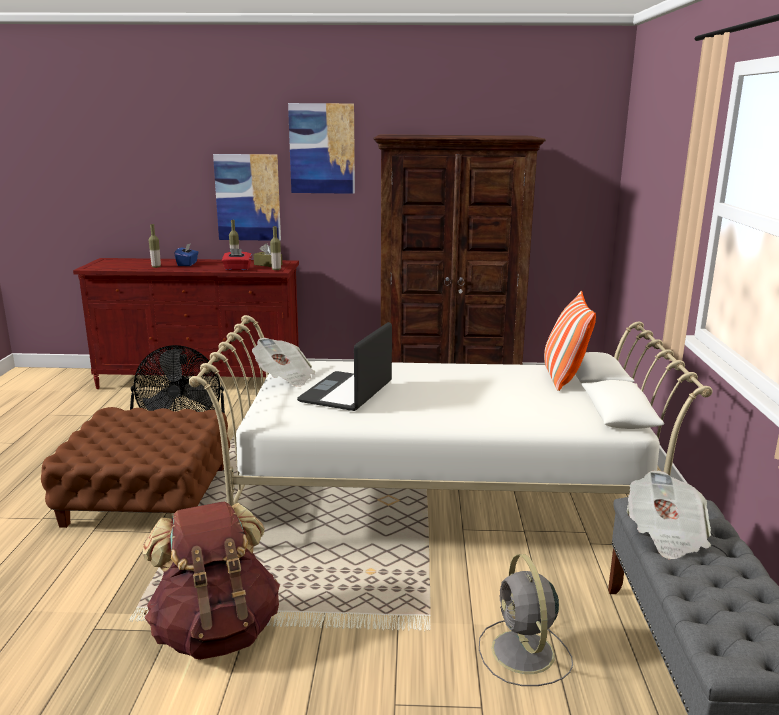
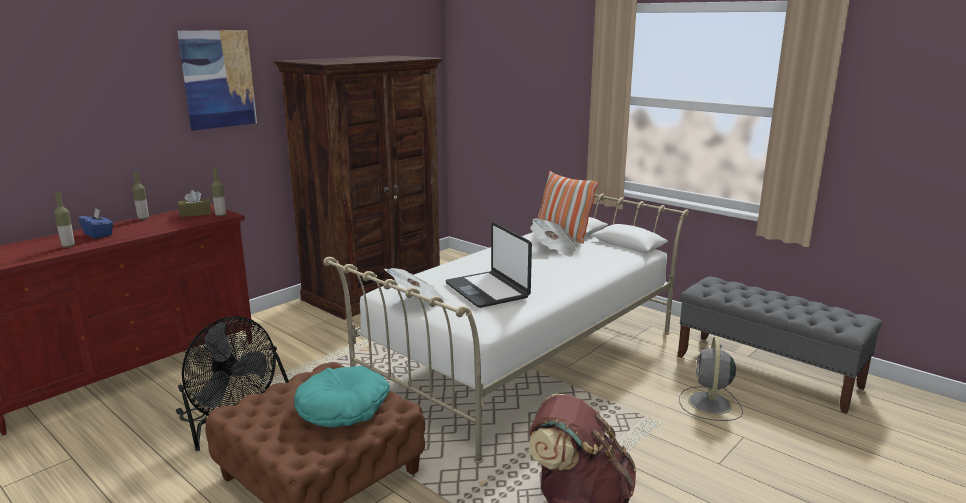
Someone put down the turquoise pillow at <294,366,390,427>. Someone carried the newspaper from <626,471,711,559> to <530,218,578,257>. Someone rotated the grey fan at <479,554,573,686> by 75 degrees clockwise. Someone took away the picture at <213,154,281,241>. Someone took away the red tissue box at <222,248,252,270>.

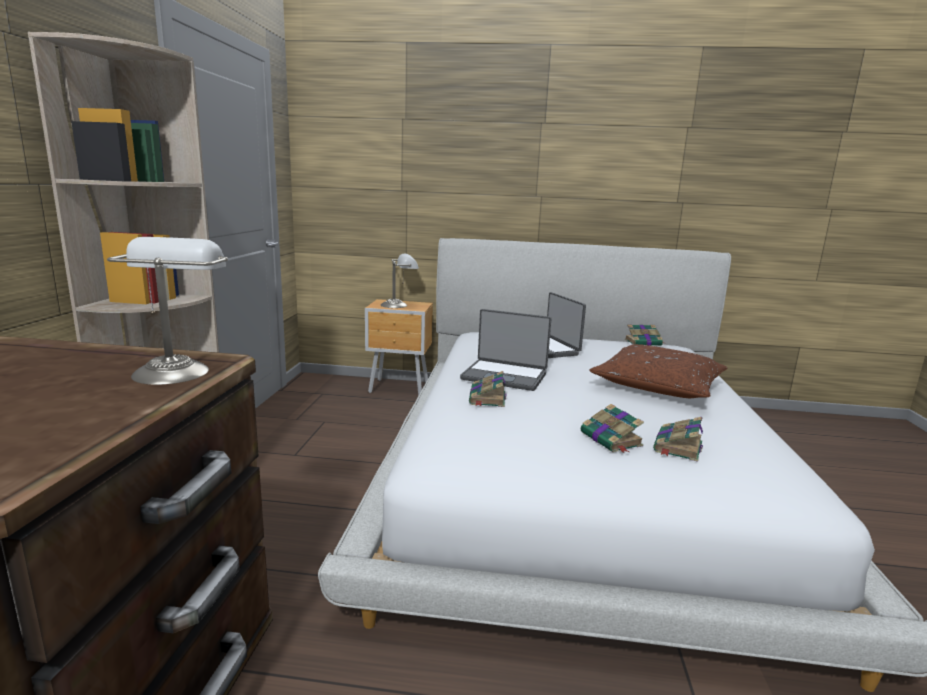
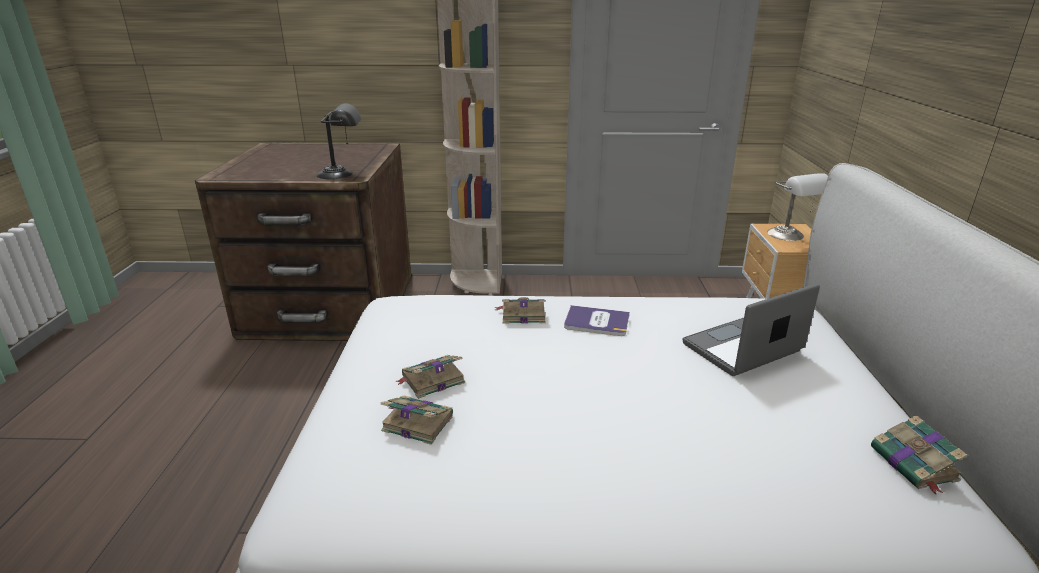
Someone repainted the white table lamp at <107,237,228,385>, which became the black table lamp at <316,103,361,179>. Someone swapped the laptop at <460,309,551,391> for the book at <564,305,630,336>. Someone took away the brown pillow at <589,344,728,398>.

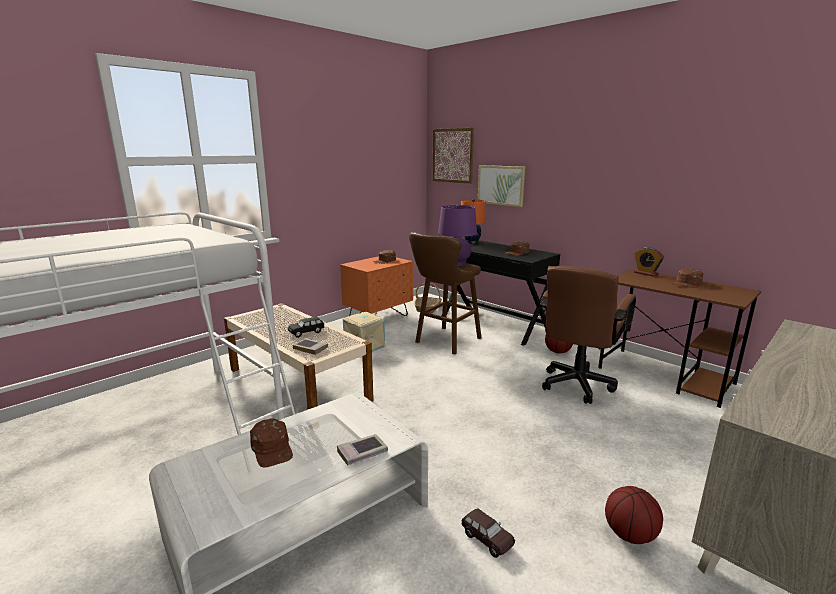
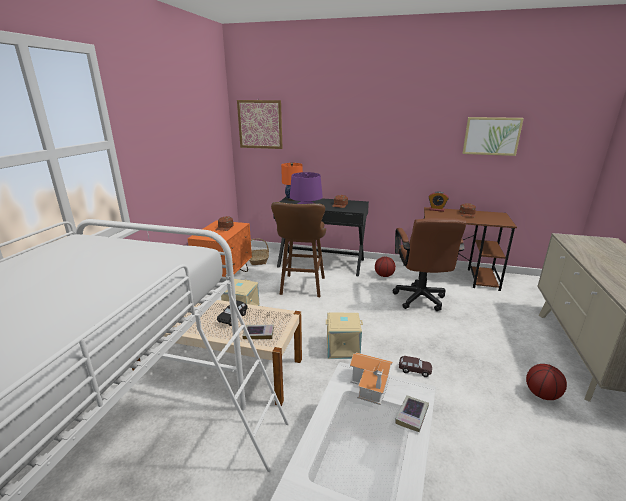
Someone put down the beige storage box at <326,313,363,359>. Someone put down the toy house at <350,352,393,405>. Someone carried the brown toy car from <462,508,515,558> to <399,356,432,377>. Someone carried the picture from <478,165,525,207> to <462,117,524,156>. Someone took away the brown cap at <250,418,293,468>.

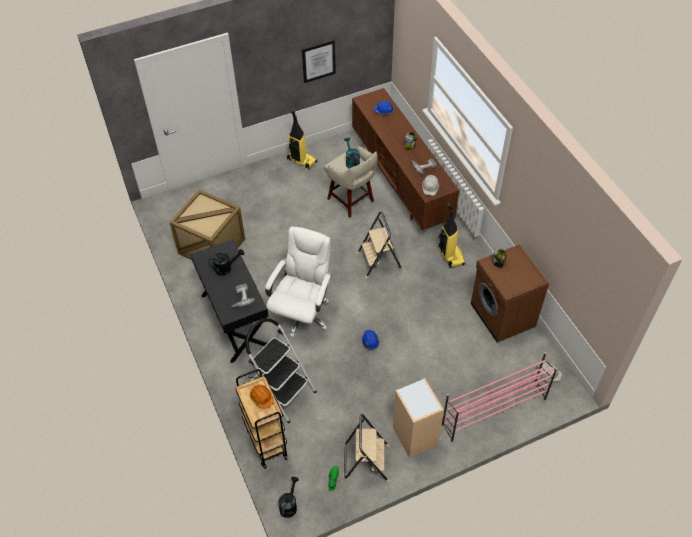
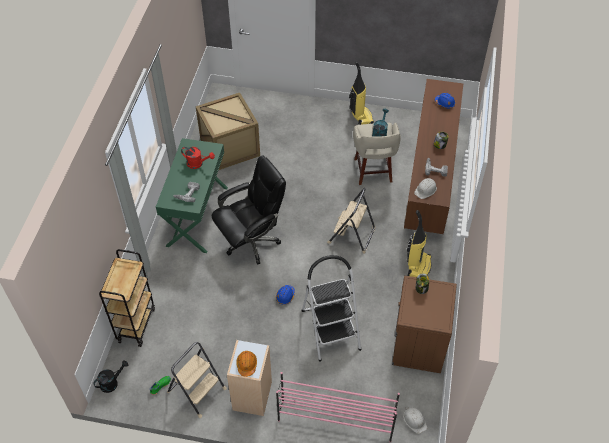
Someone repainted the black desk at <191,239,269,363>, which became the green desk at <156,138,228,253>. Someone repainted the black watering can at <208,249,244,276>, which became the red watering can at <181,147,215,169>. Someone repainted the white office chair at <265,226,331,337>, which became the black office chair at <212,156,286,264>. Someone carried the orange hard hat from <250,385,274,409> to <236,351,257,377>. Someone carried the step ladder from <244,318,317,423> to <302,255,361,362>. Someone took away the picture at <302,40,336,83>.

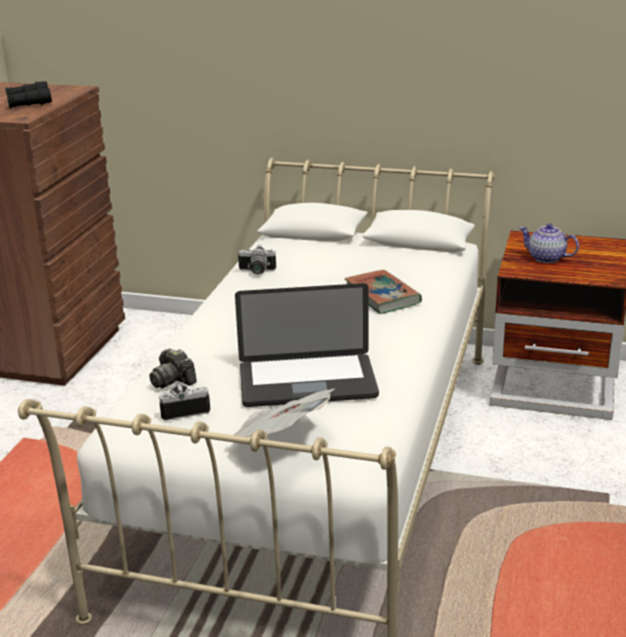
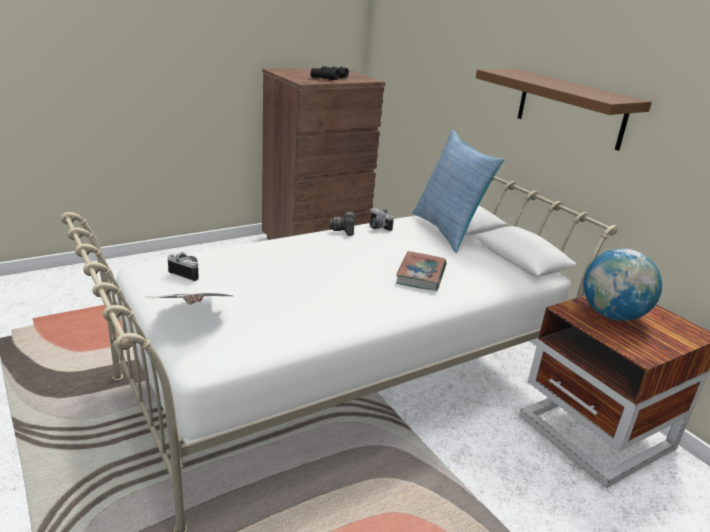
Someone carried the photo camera from <149,348,197,389> to <330,212,355,236>. Someone put down the pillow at <413,130,504,253>. Someone put up the brown shelf at <476,69,652,151>. Someone swapped the teapot at <519,224,579,263> for the globe at <583,249,662,321>. Someone took away the laptop at <235,283,379,407>.

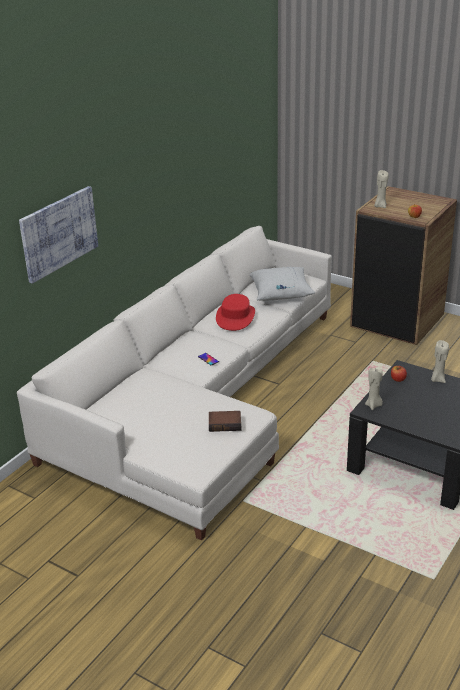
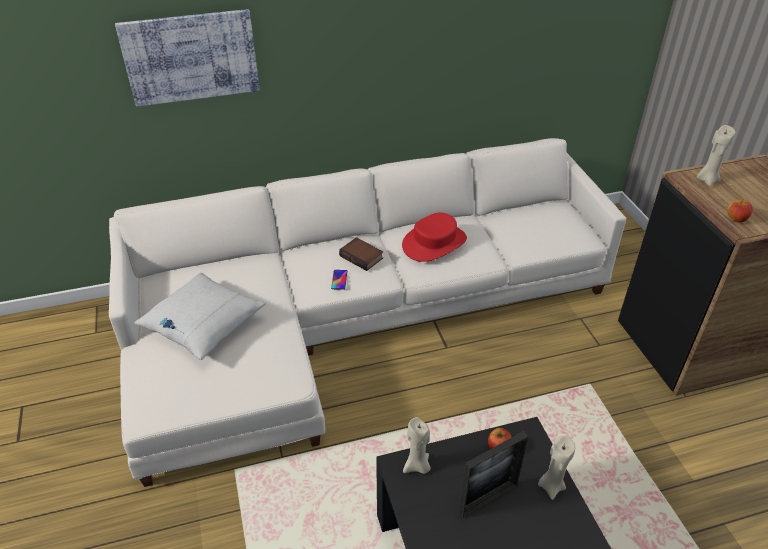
Someone carried the grey pillow from <250,267,315,301> to <134,273,266,360>. Someone carried the book from <209,411,241,432> to <339,237,383,271>. Someone put down the picture frame at <459,431,528,518>.

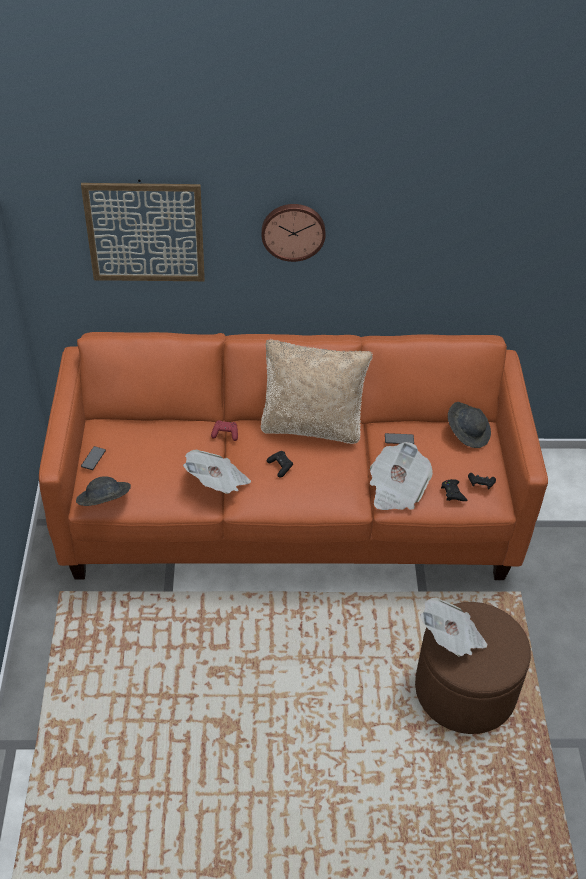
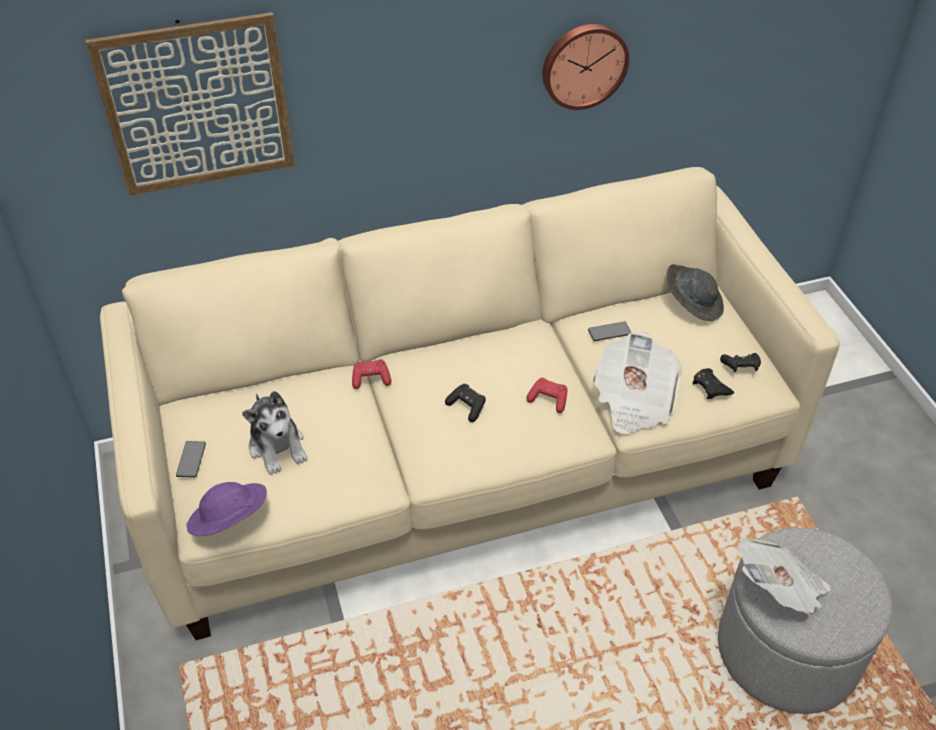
Someone repainted the orange sofa at <39,332,548,580>, which became the beige sofa at <100,167,840,640>. Someone repainted the grey hat at <76,476,131,506>, which became the purple hat at <186,482,267,536>. Someone put down the plush toy at <242,391,308,475>. Someone put down the red game controller at <526,378,567,413>. Someone carried the wall clock from <261,204,326,262> to <542,24,629,110>. Someone repainted the brown ottoman at <415,602,531,734>, which became the grey ottoman at <718,527,892,714>. Someone took away the newspaper at <183,450,251,494>. Someone took away the beige pillow at <261,339,373,444>.

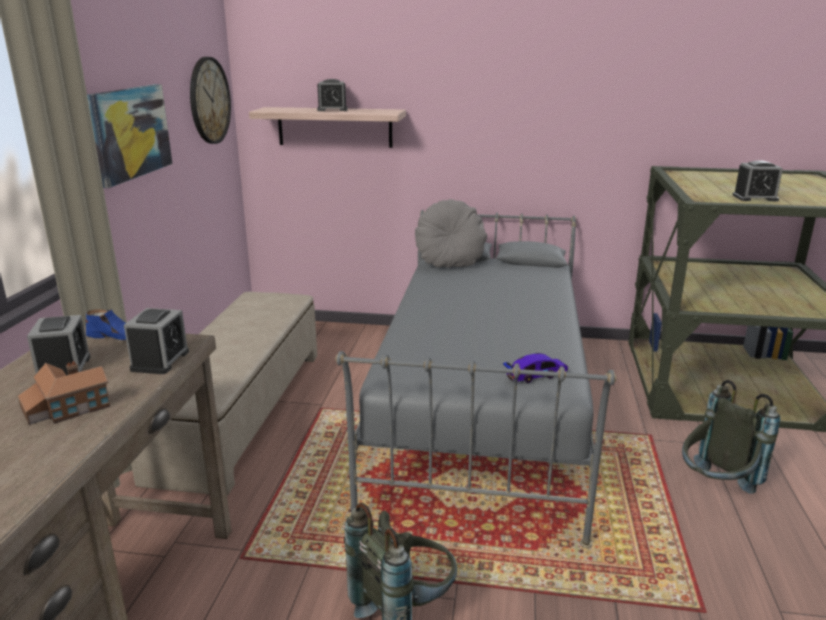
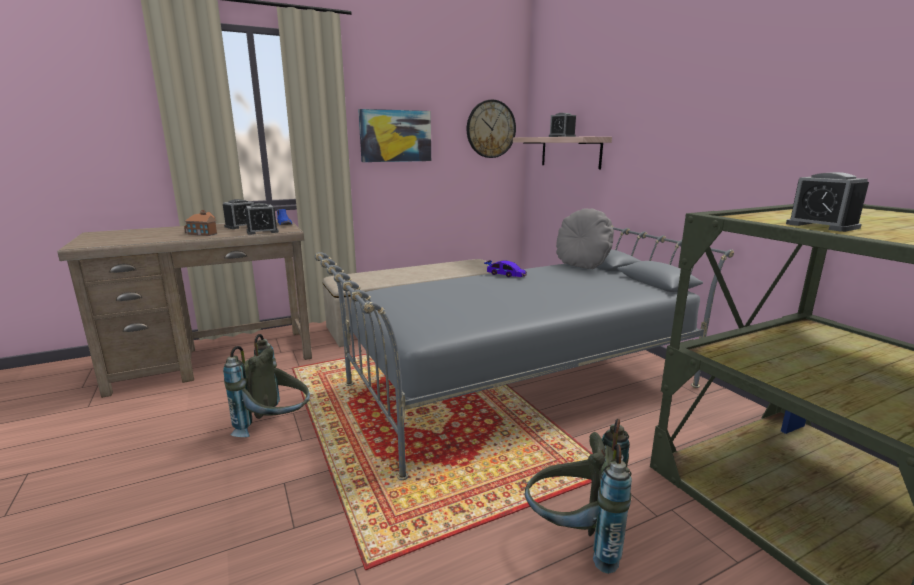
Someone carried the toy car from <503,353,568,383> to <484,260,527,277>.

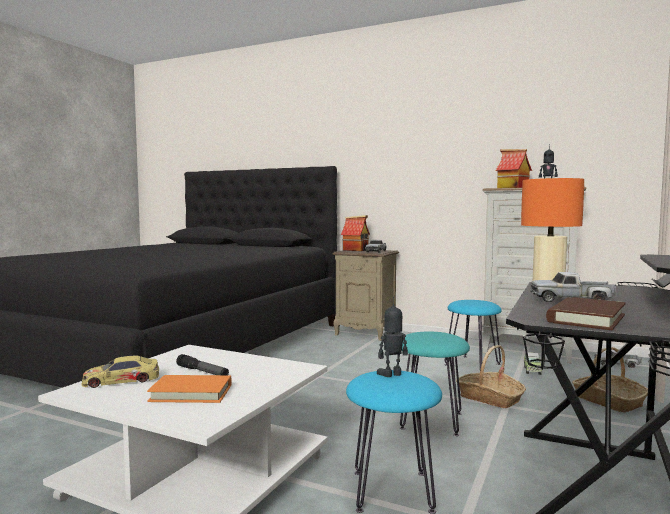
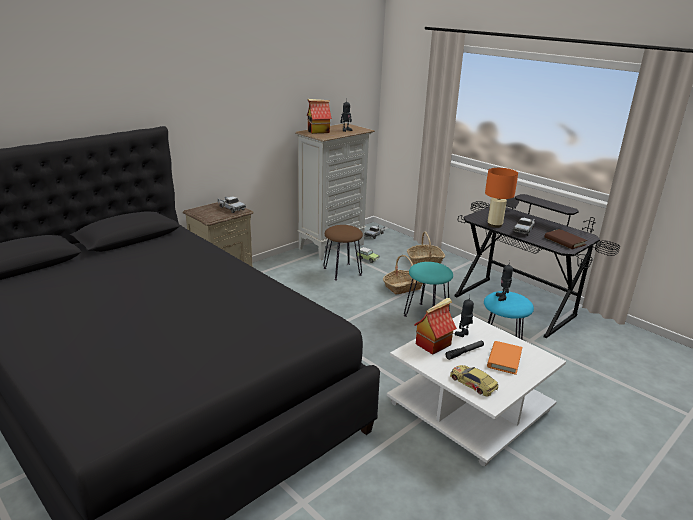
Someone repainted the turquoise stool at <445,300,502,370>, which became the brown stool at <323,225,363,280>. Someone carried the toy house from <341,215,370,251> to <414,298,457,355>. Someone rotated the toy car at <81,355,159,388> by 135 degrees clockwise. Someone put down the toy robot at <455,296,474,337>.

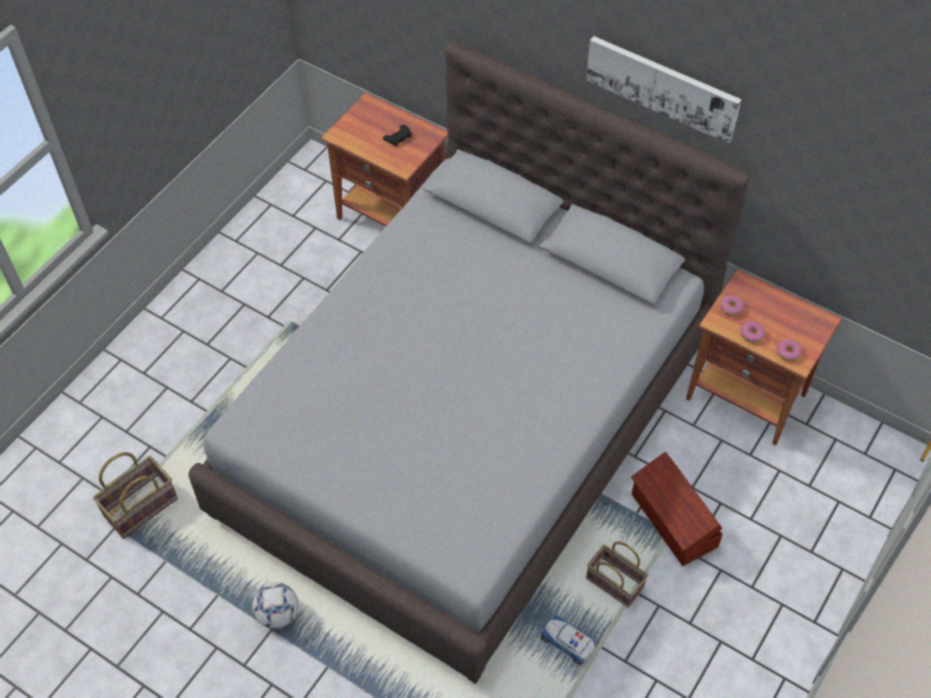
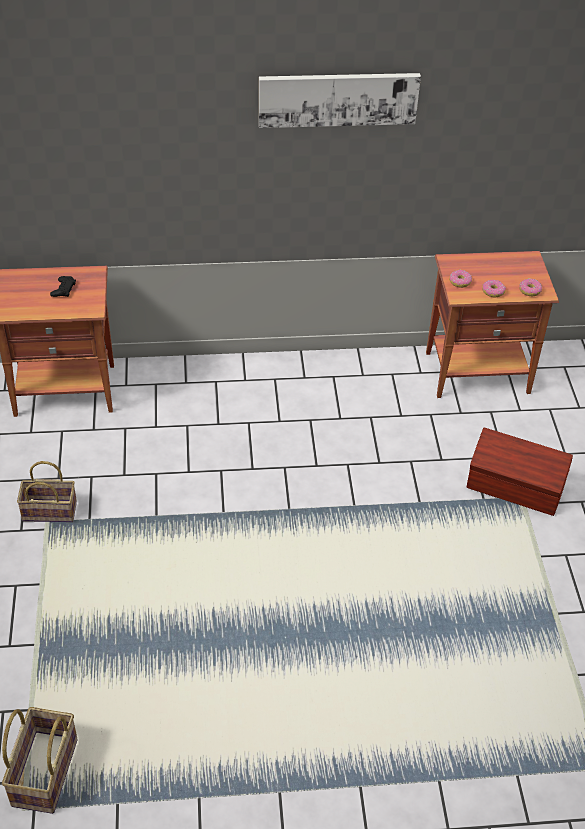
Someone carried the basket from <586,541,648,608> to <17,461,77,522>. Someone took away the grey bed at <188,41,750,684>. Someone took away the football at <252,582,299,629>. Someone took away the toy car at <540,615,597,666>.

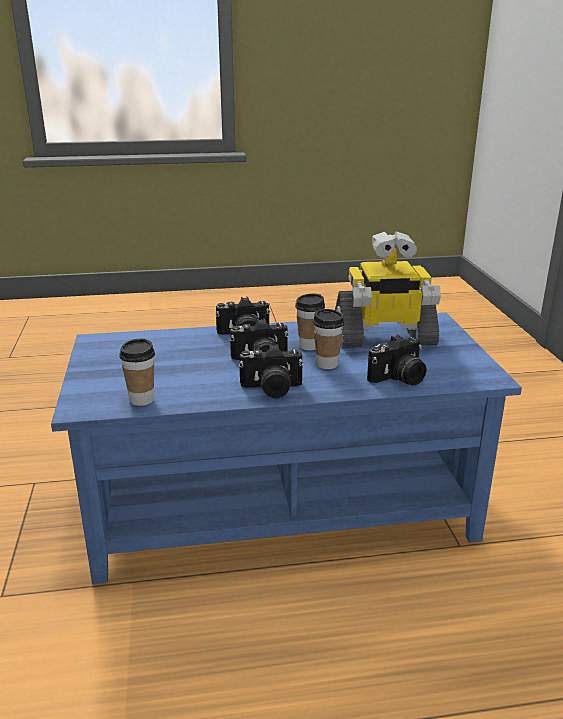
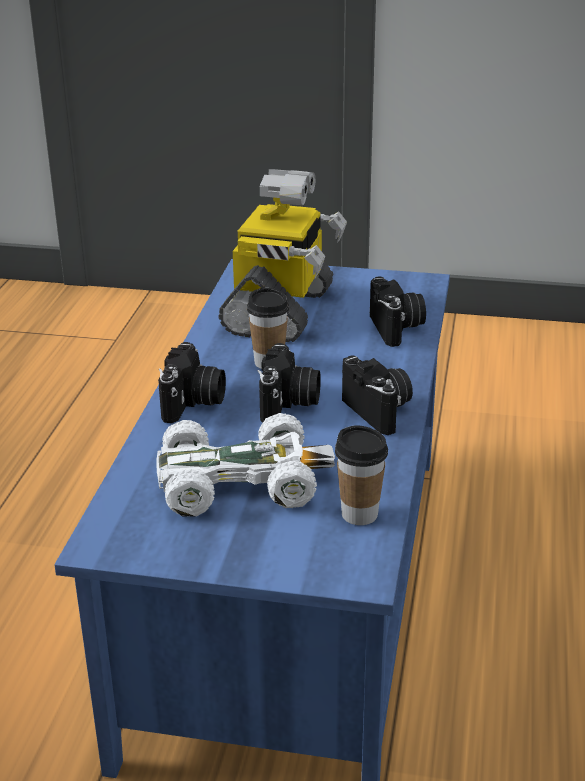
Someone put down the white toy car at <156,413,335,517>. Someone rotated the photo camera at <239,344,303,398> by 45 degrees counterclockwise. Someone took away the cup at <313,309,344,369>.

